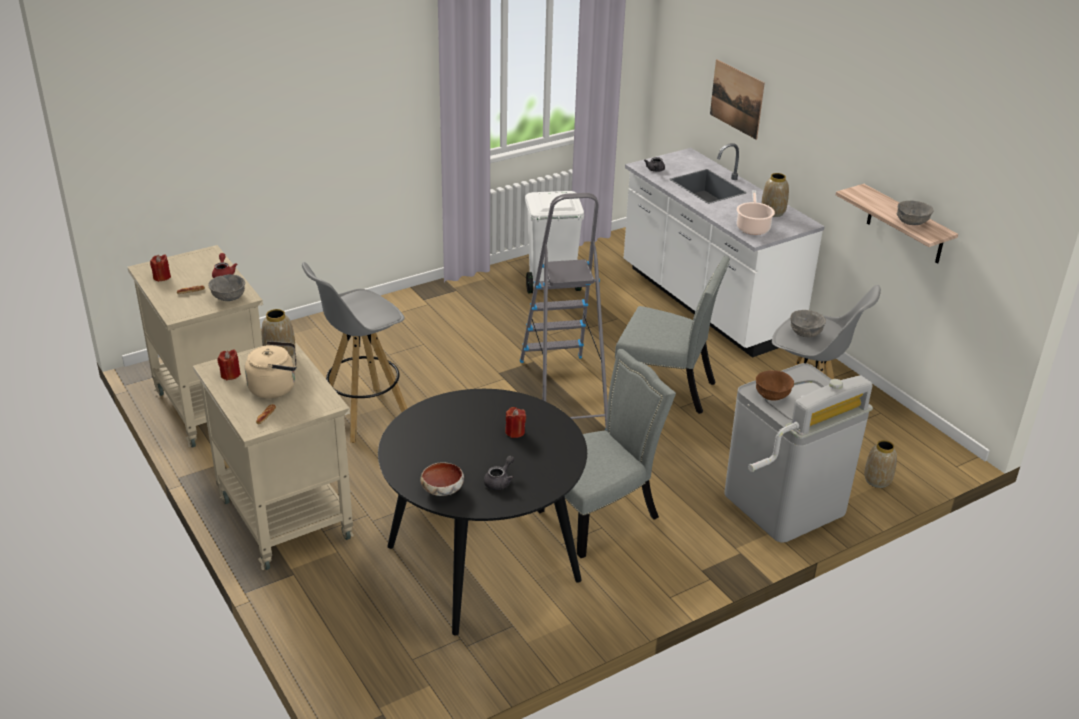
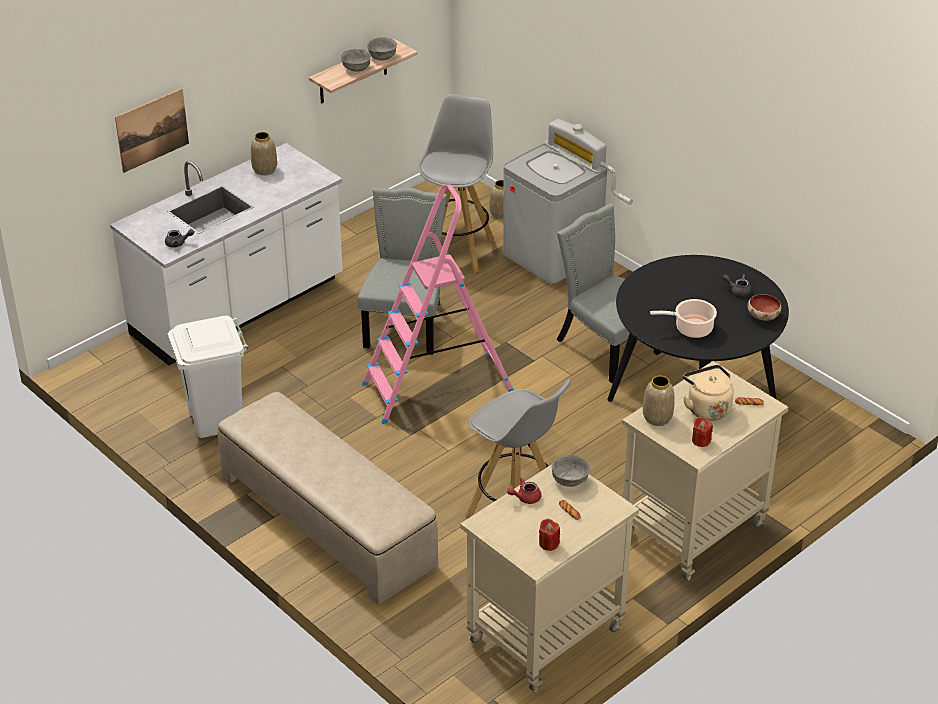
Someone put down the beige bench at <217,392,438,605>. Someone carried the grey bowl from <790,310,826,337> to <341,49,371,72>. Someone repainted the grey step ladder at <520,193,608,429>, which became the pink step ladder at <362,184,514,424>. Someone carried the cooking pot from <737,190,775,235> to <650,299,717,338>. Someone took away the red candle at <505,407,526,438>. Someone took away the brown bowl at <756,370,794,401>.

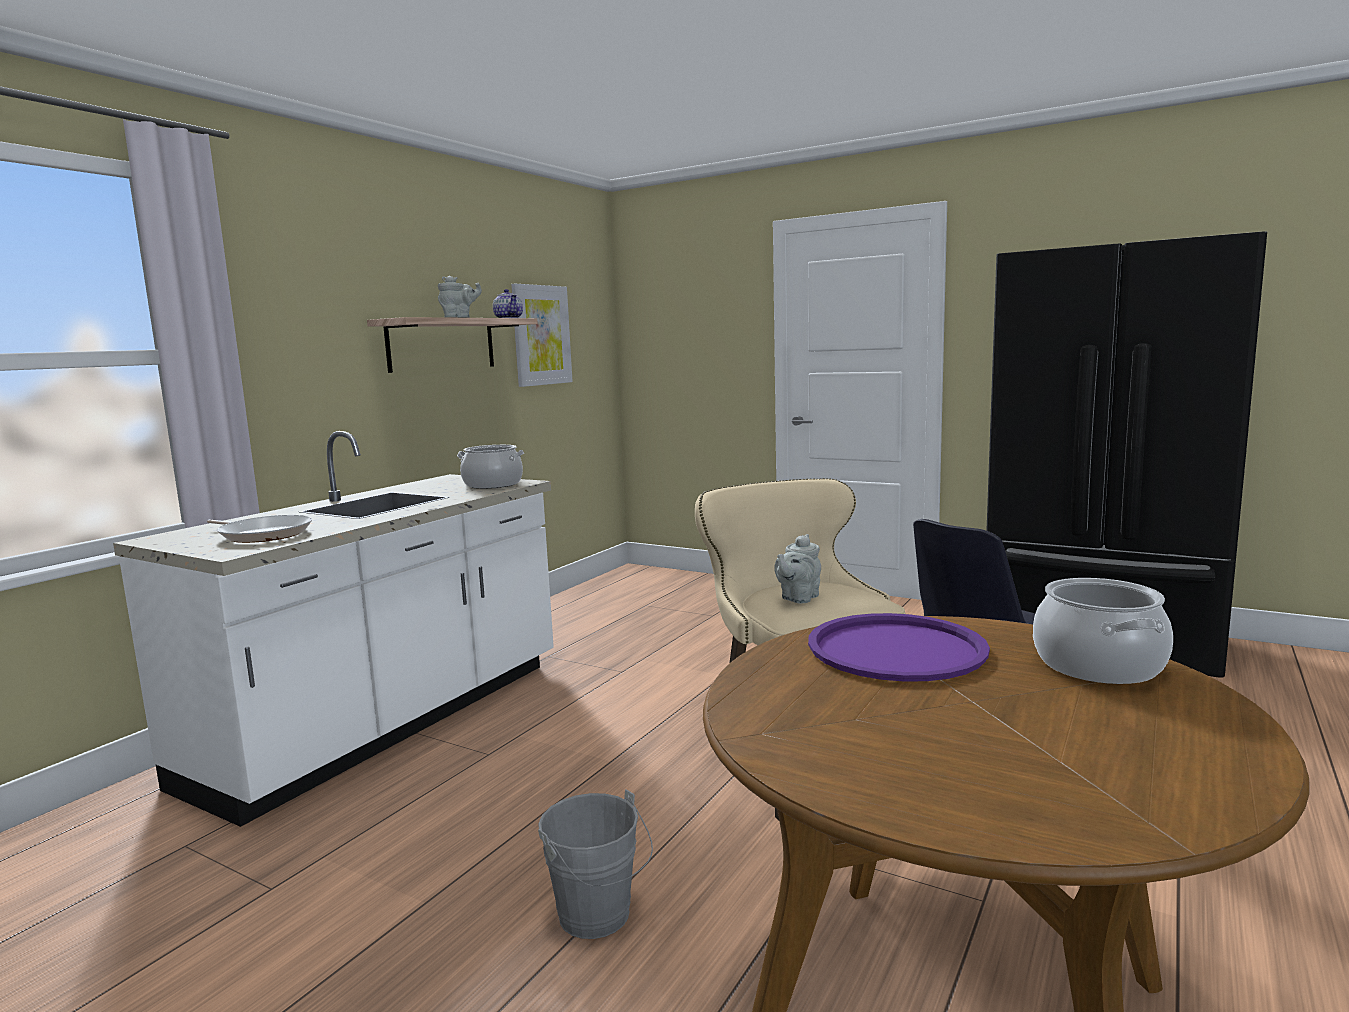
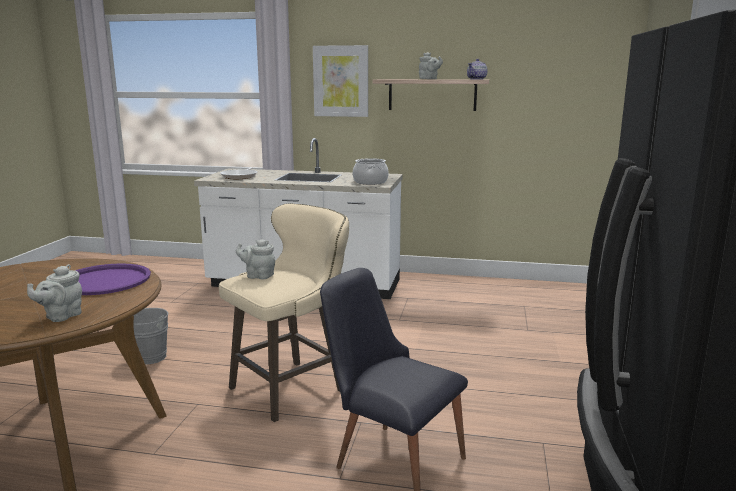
Someone swapped the cooking pot at <1033,578,1173,684> for the grey teapot at <27,264,82,322>. Someone carried the picture from <511,284,573,387> to <313,45,368,117>.

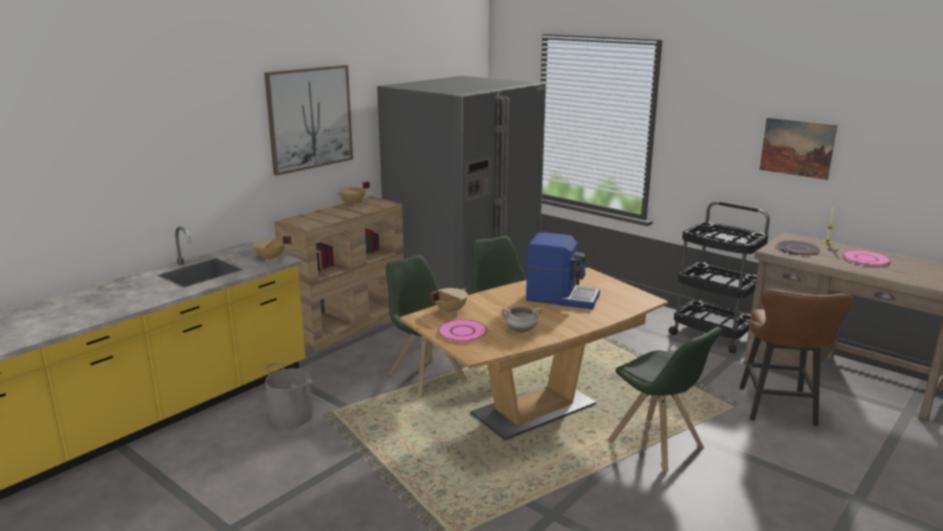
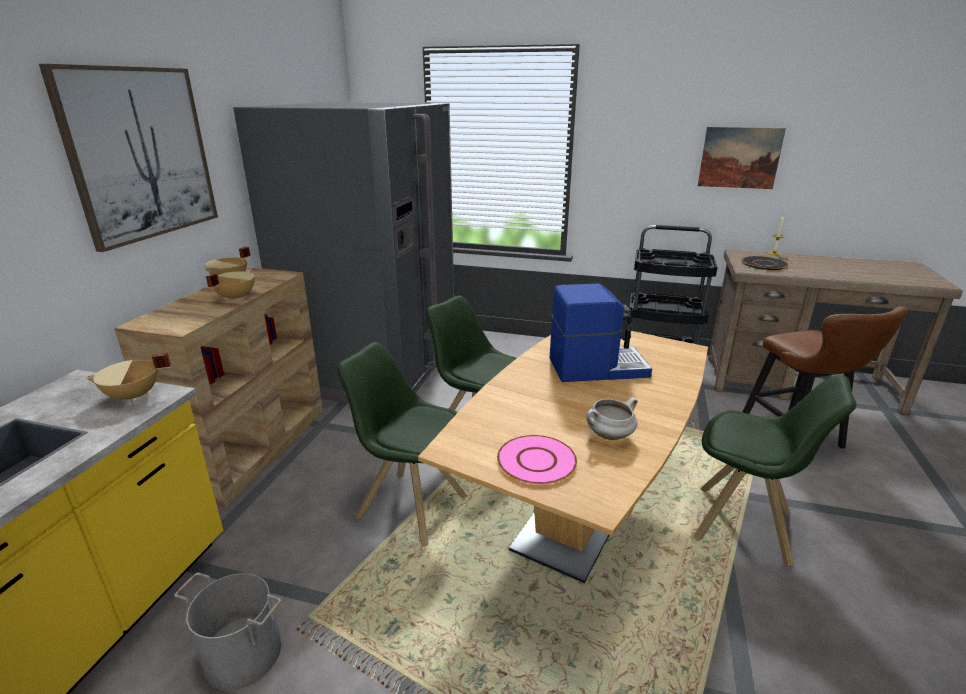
Someone carried the beige cooking pot from <431,288,468,313> to <206,270,255,301>. Someone took away the pink plate at <843,250,891,266>.

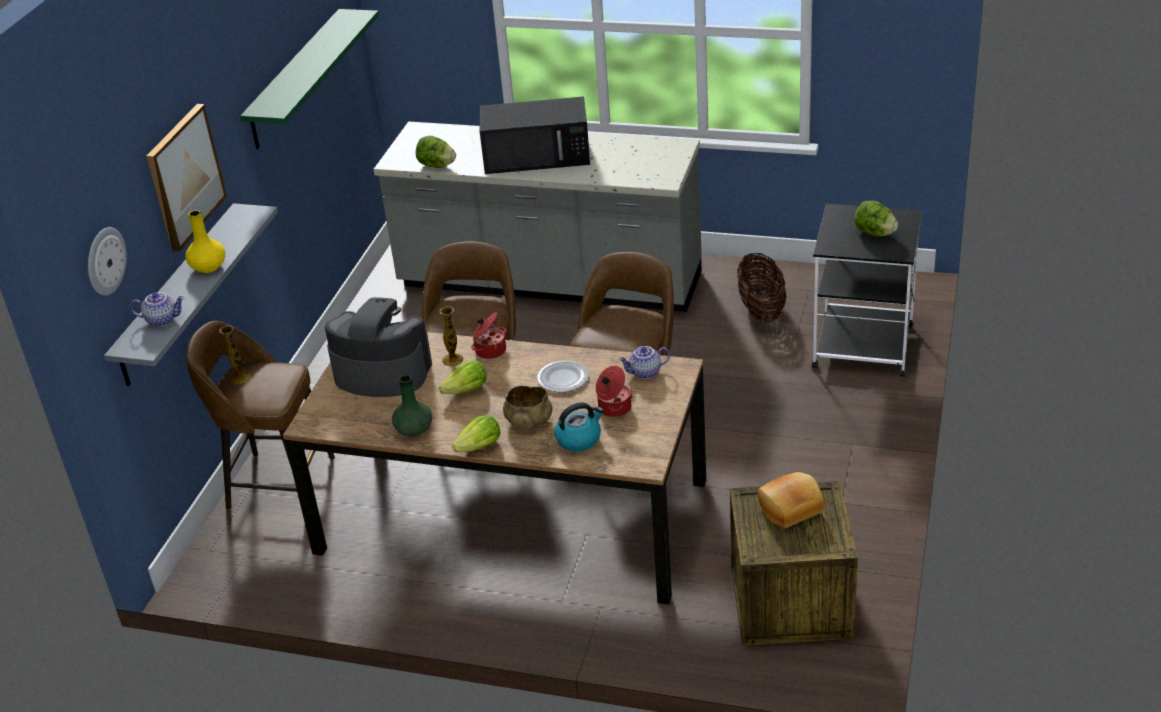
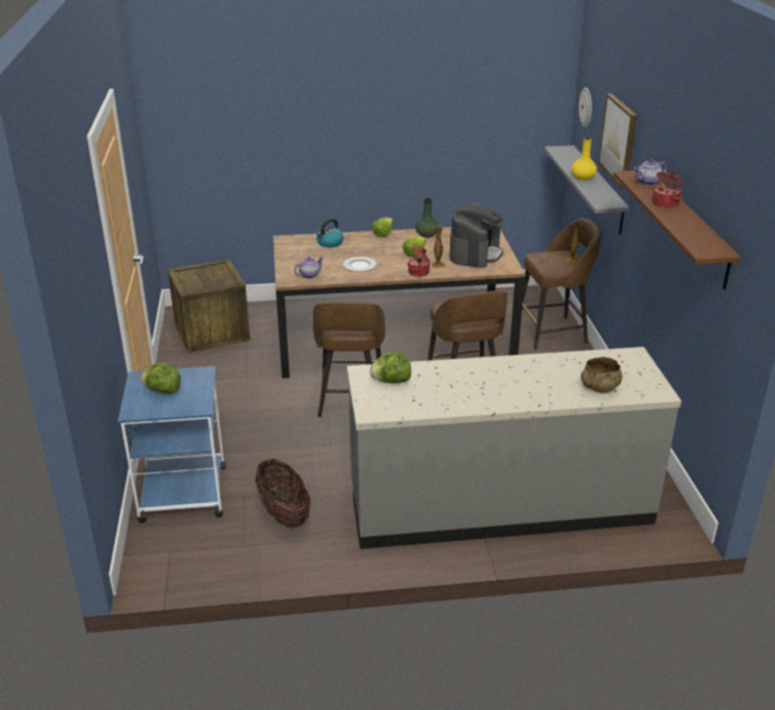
Someone repainted the black cart at <812,204,922,377>, which became the blue cart at <118,366,226,523>. Someone carried the lettuce from <416,136,456,168> to <370,352,411,384>. Someone rotated the coffee machine at <325,298,432,397> by 60 degrees counterclockwise. Someone carried the beige bowl from <503,386,553,430> to <581,357,622,393>. Someone repainted the green shelf at <240,9,379,149>, which became the brown shelf at <613,170,741,290>. Someone carried the teapot from <130,292,184,327> to <634,159,667,186>. Someone carried the cooking pot from <596,366,632,417> to <652,172,685,208>. Someone took away the black microwave at <480,96,590,174>. Someone took away the bread at <757,472,824,528>.

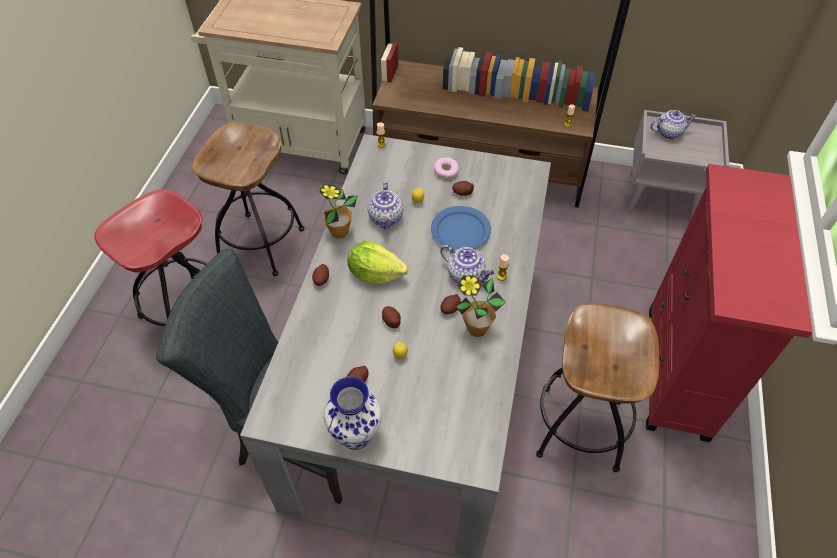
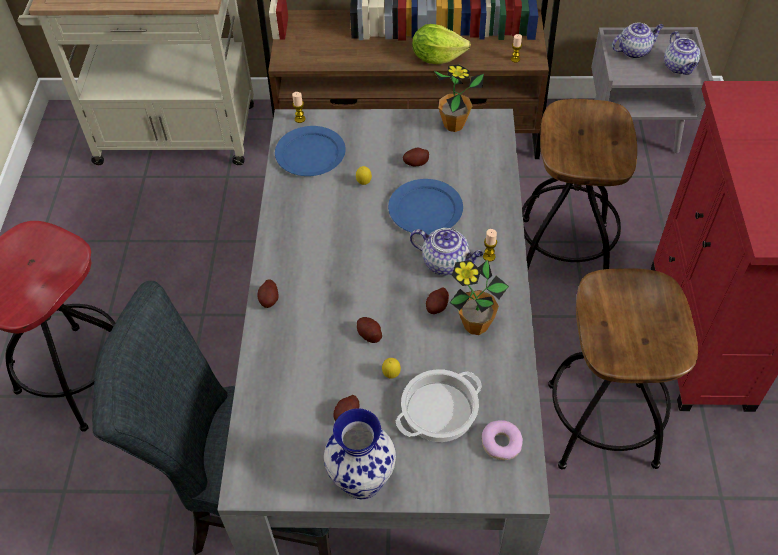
Someone put down the blue plate at <275,126,346,176>. Someone put down the cooking pot at <395,369,482,442>. Someone carried the lettuce from <347,241,409,284> to <412,24,471,64>. Someone carried the potted plant from <319,185,357,239> to <434,64,484,132>. Someone carried the donut from <434,157,459,179> to <482,420,523,460>. Someone carried the brown stool from <192,122,304,276> to <522,99,637,269>. Someone carried the teapot from <368,182,403,229> to <664,31,701,75>.

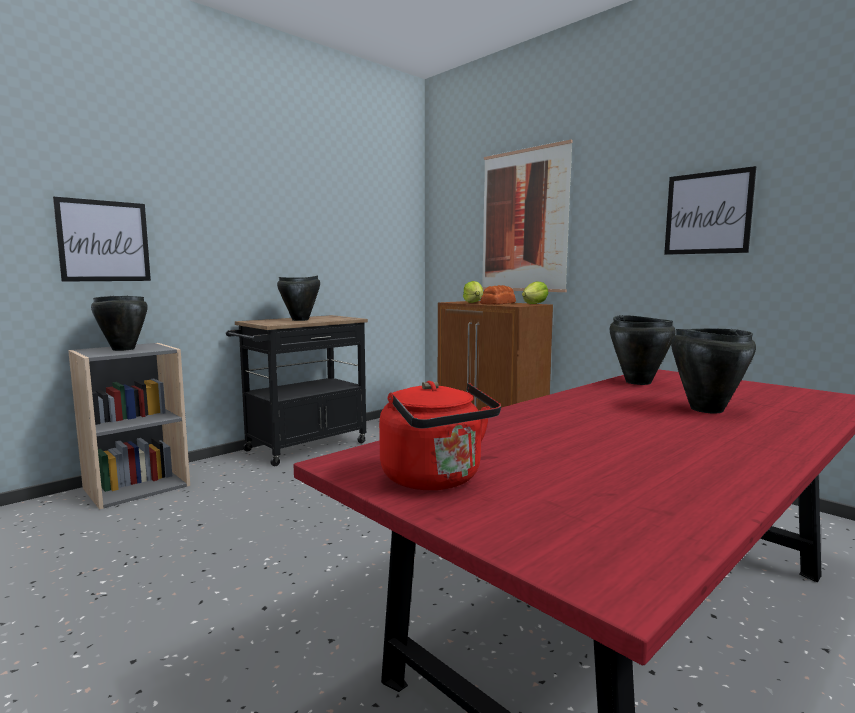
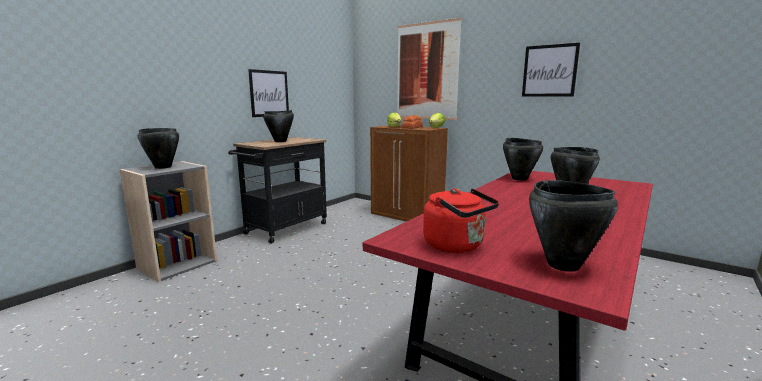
Someone carried the picture from <53,197,151,282> to <248,69,289,117>. Someone put down the black cooking pot at <529,180,618,272>.

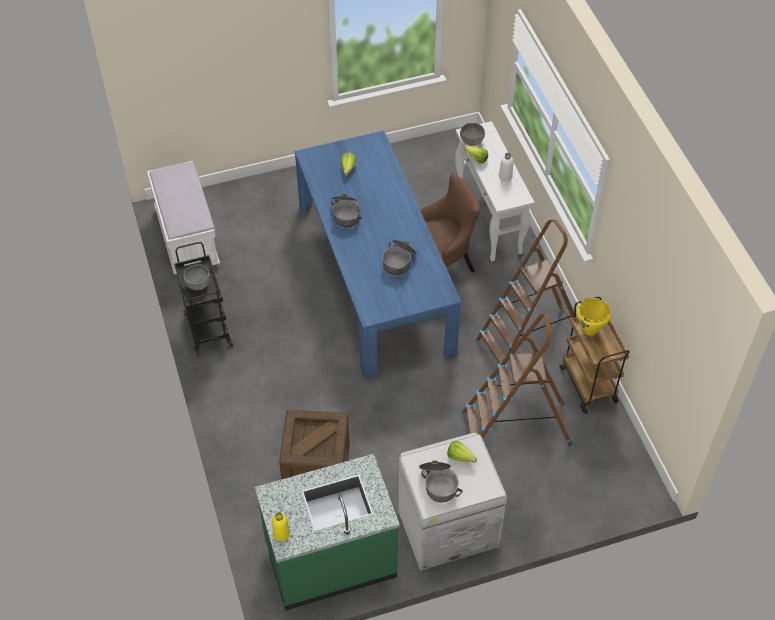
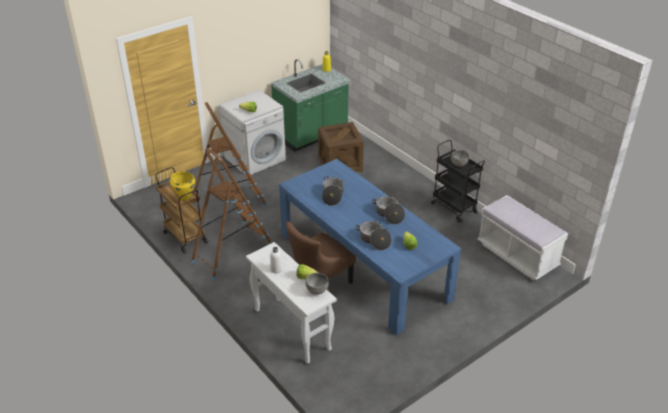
Someone carried the cooking pot from <419,460,462,503> to <356,221,392,251>.

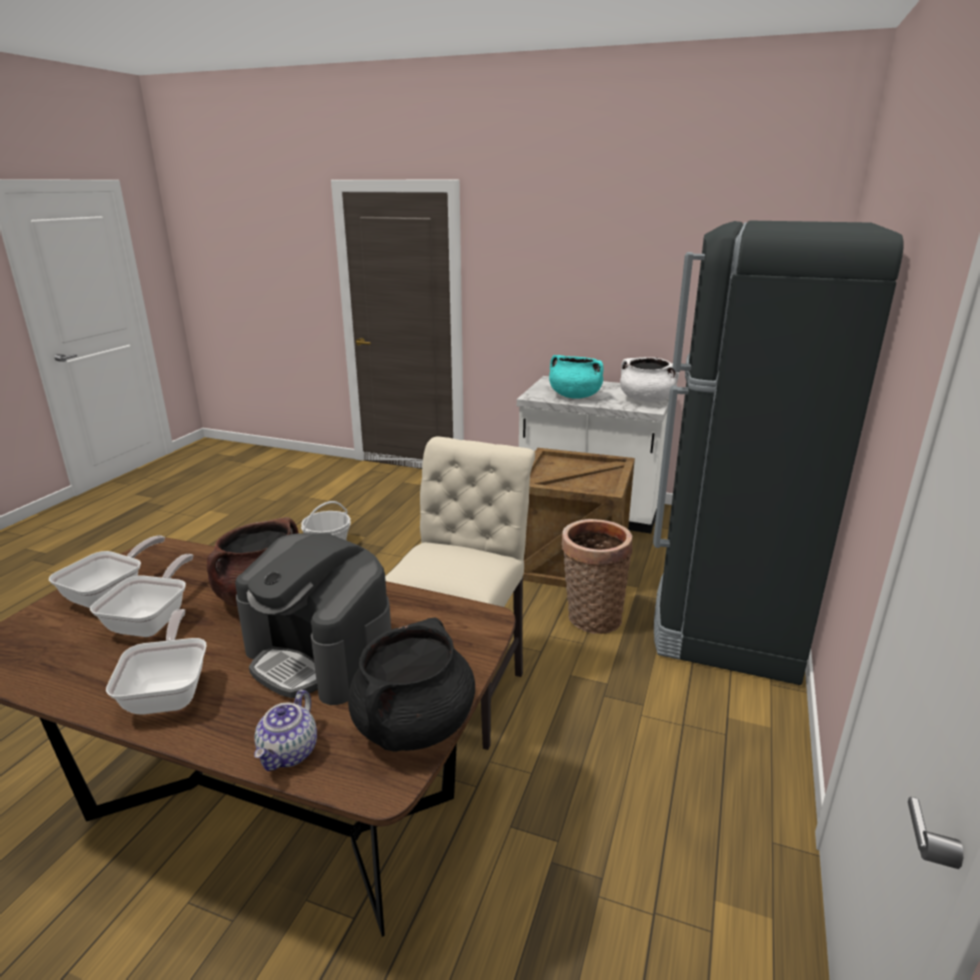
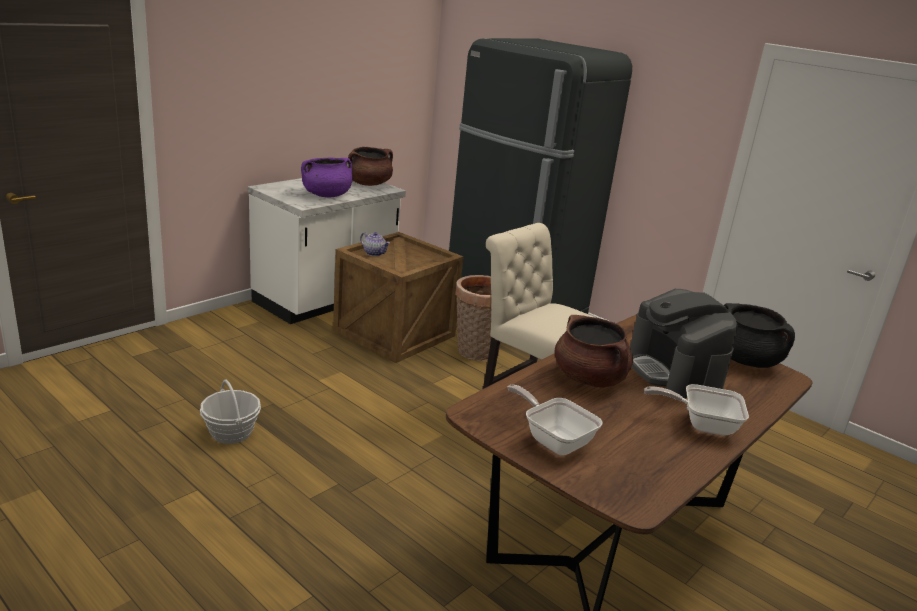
Someone repainted the turquoise cooking pot at <549,355,603,399>, which became the purple cooking pot at <301,158,353,197>. Someone repainted the white cooking pot at <620,357,679,402>, which became the brown cooking pot at <346,147,393,186>. Someone carried the teapot from <254,690,317,771> to <360,232,390,256>. Someone rotated the coffee machine at <235,533,391,705> by 105 degrees clockwise. Someone took away the frying pan at <90,554,193,637>.

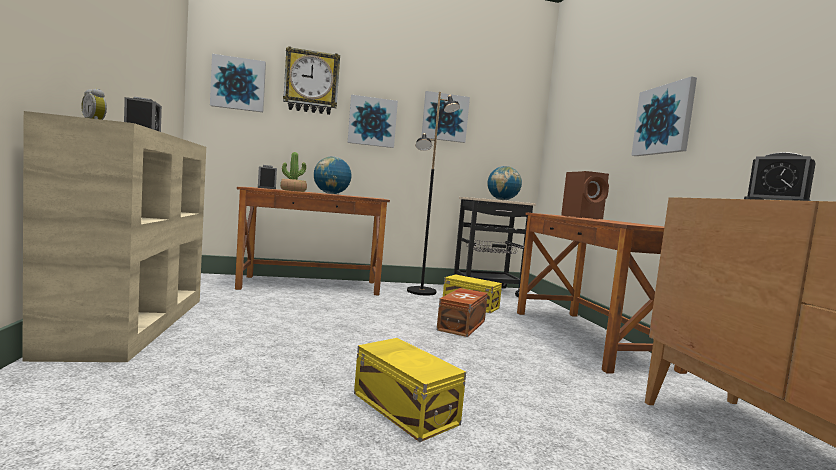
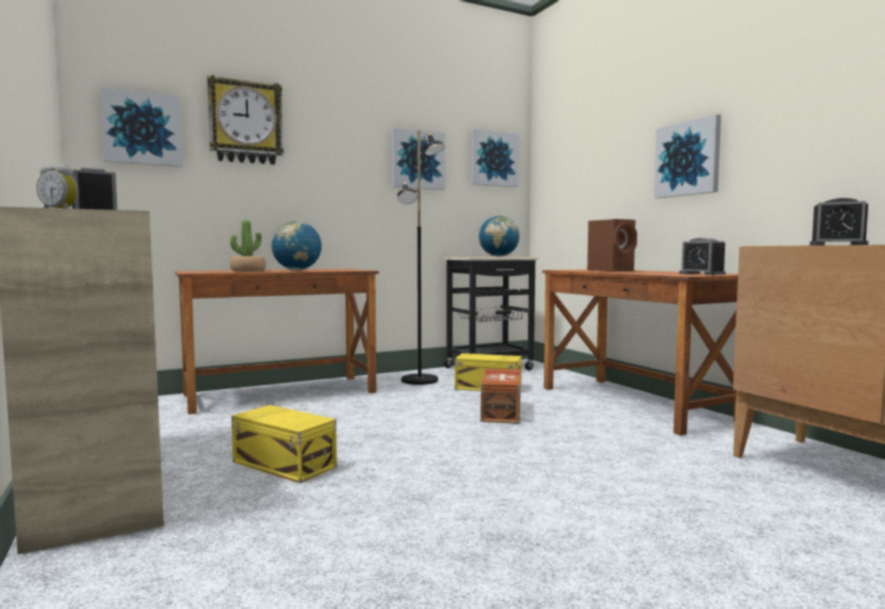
Someone carried the yellow storage box from <354,338,466,442> to <231,405,337,483>. Someone carried the picture from <348,95,398,148> to <471,129,519,187>. Someone carried the alarm clock from <258,165,277,189> to <679,238,726,275>.

